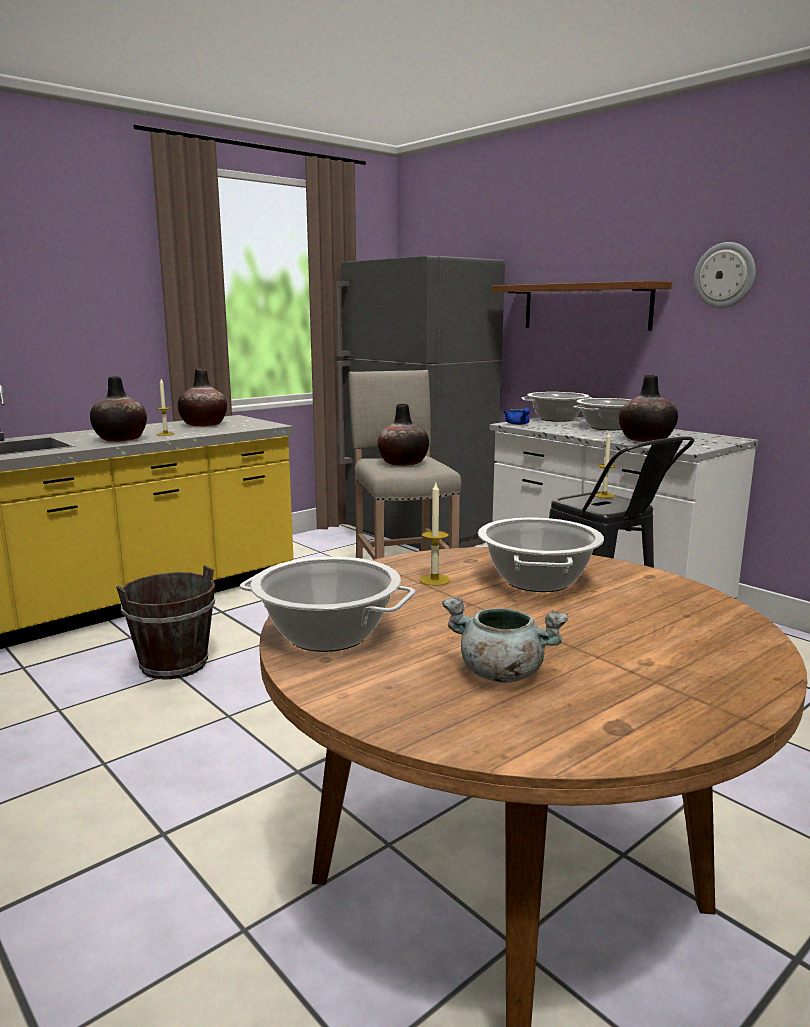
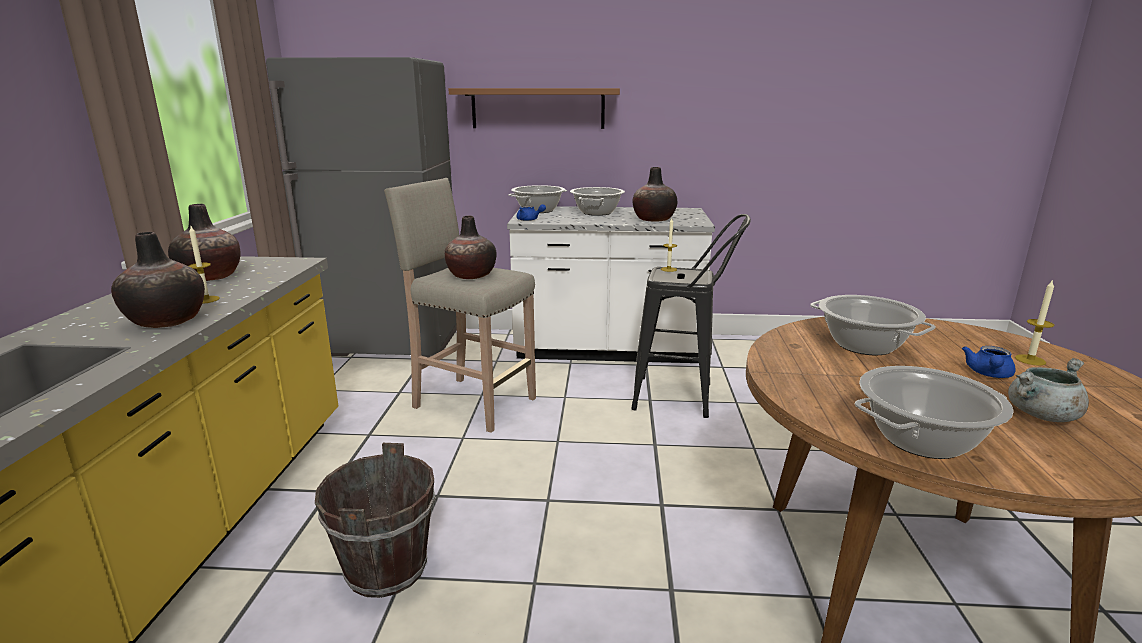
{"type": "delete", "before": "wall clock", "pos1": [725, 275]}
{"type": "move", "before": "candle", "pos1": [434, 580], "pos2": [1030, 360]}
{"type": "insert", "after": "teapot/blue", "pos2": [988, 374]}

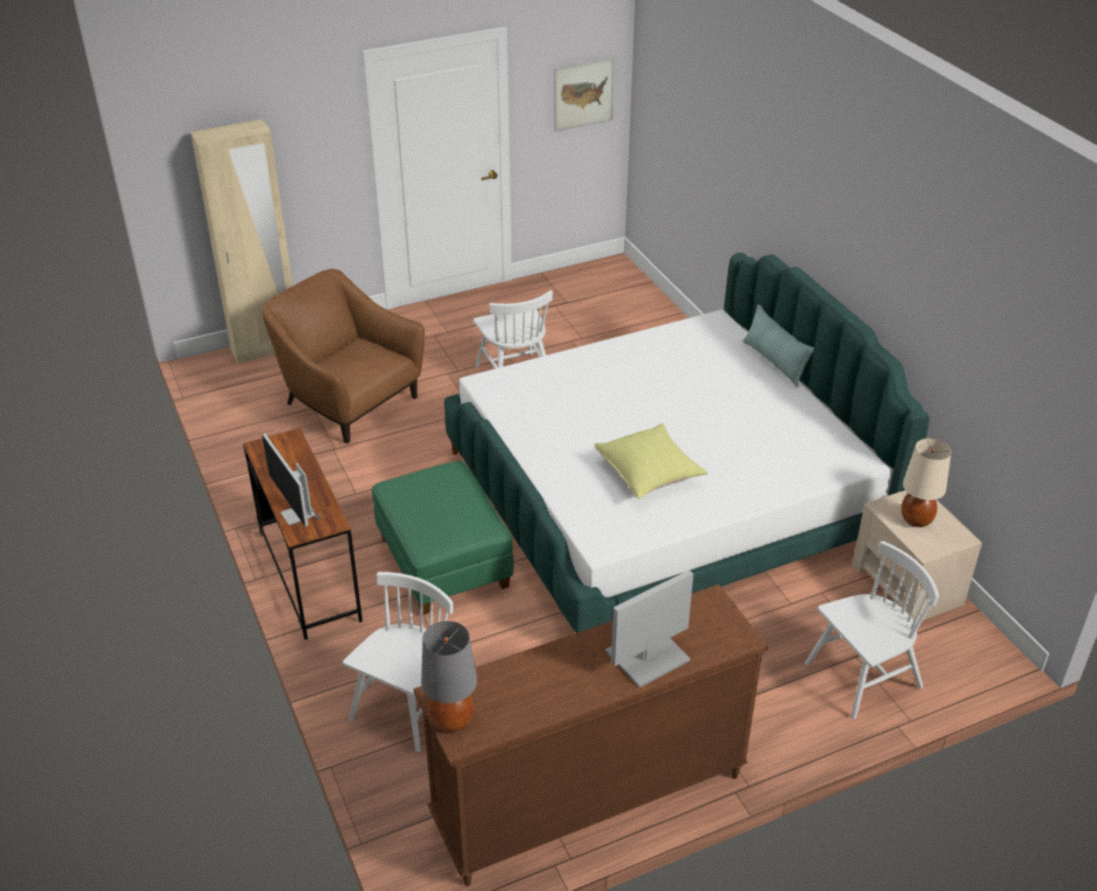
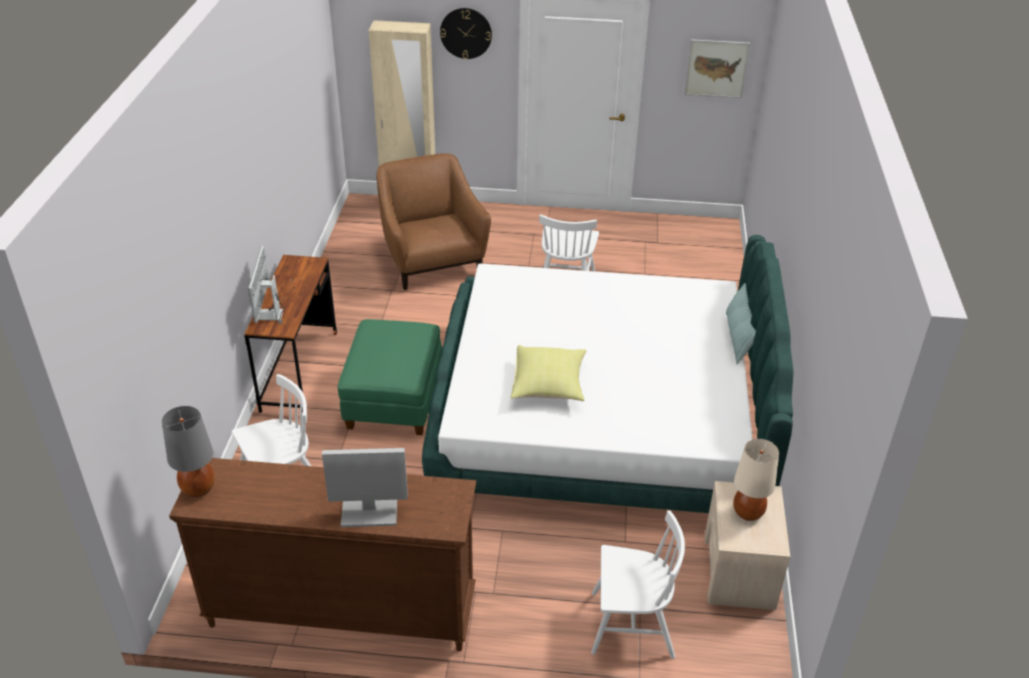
{"type": "insert", "after": "wall clock", "pos2": [466, 33]}

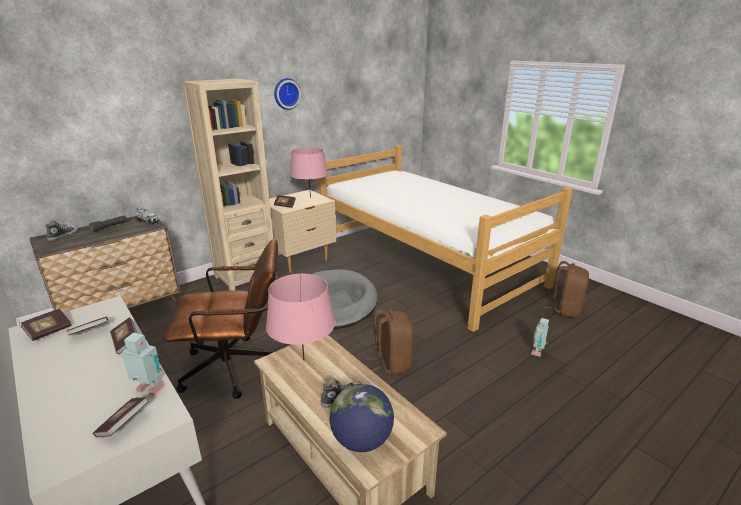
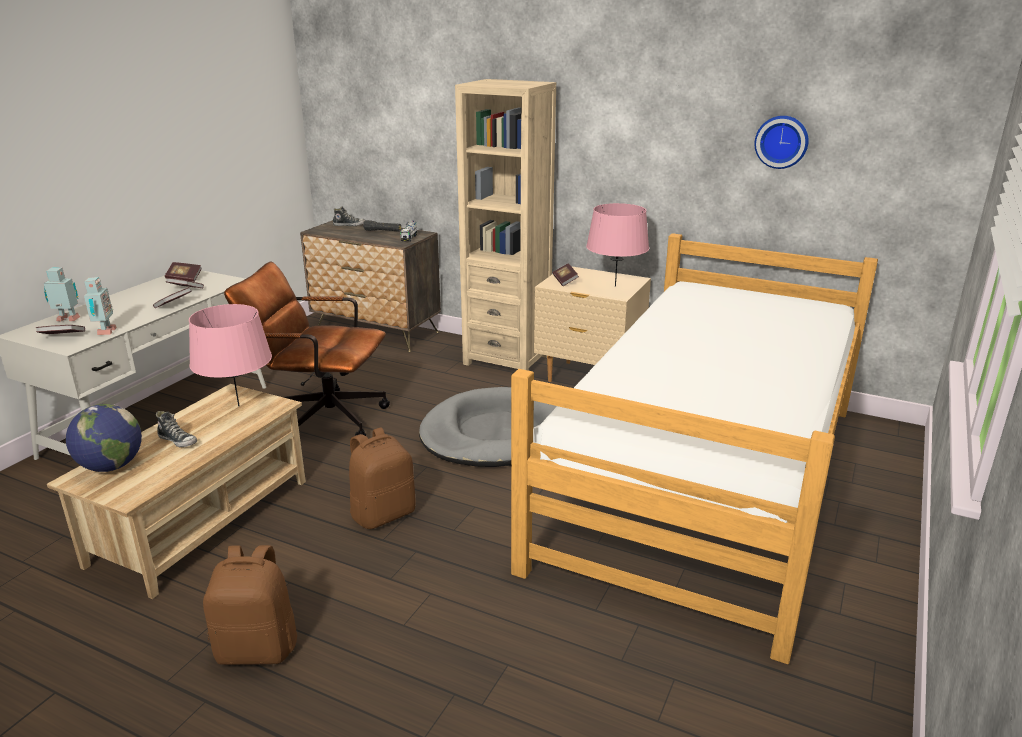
{"type": "move", "before": "wall clock", "pos1": [286, 94], "pos2": [781, 141]}
{"type": "rotate", "before": "office chair/brown", "pos1": [237, 367], "pos2": [320, 417], "turn": 135}
{"type": "move", "before": "backpack/brown", "pos1": [565, 309], "pos2": [258, 648]}
{"type": "move", "before": "toy robot", "pos1": [538, 352], "pos2": [68, 320]}

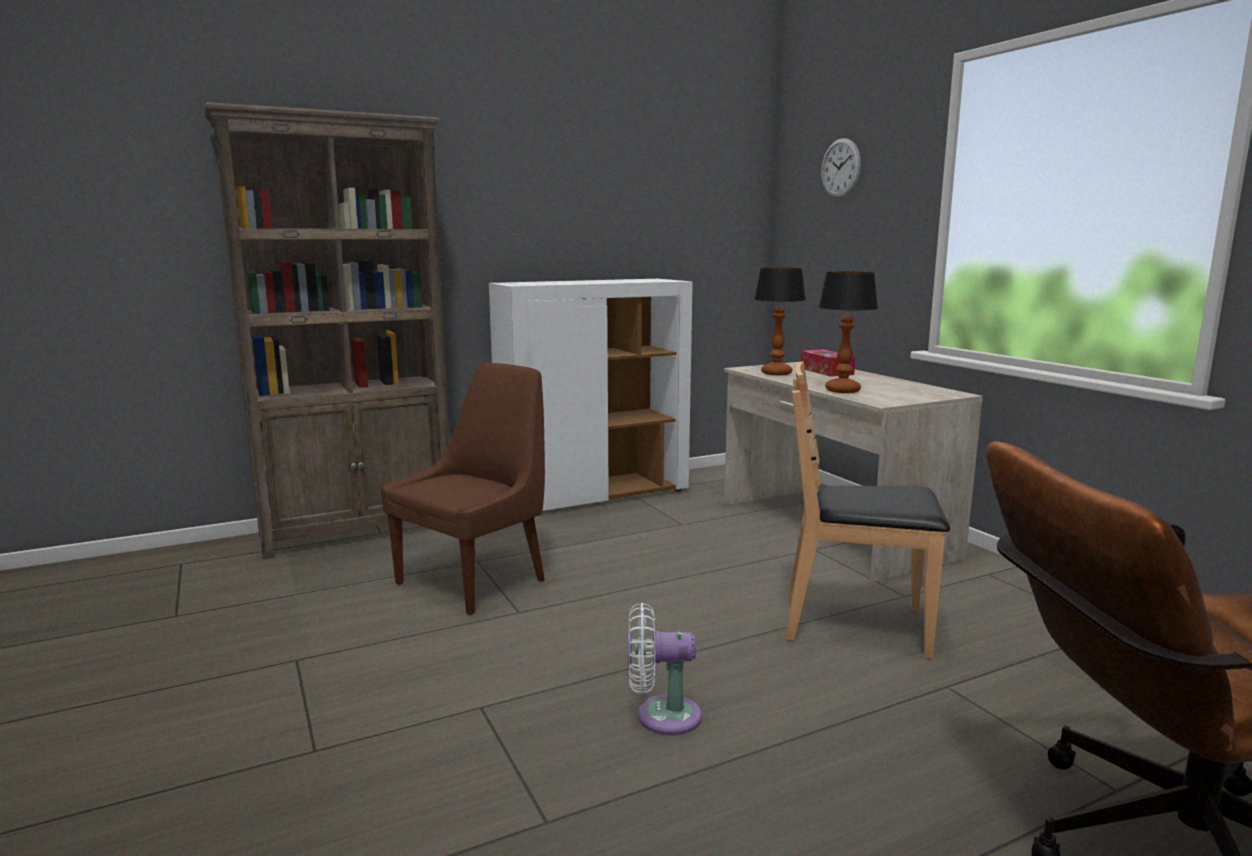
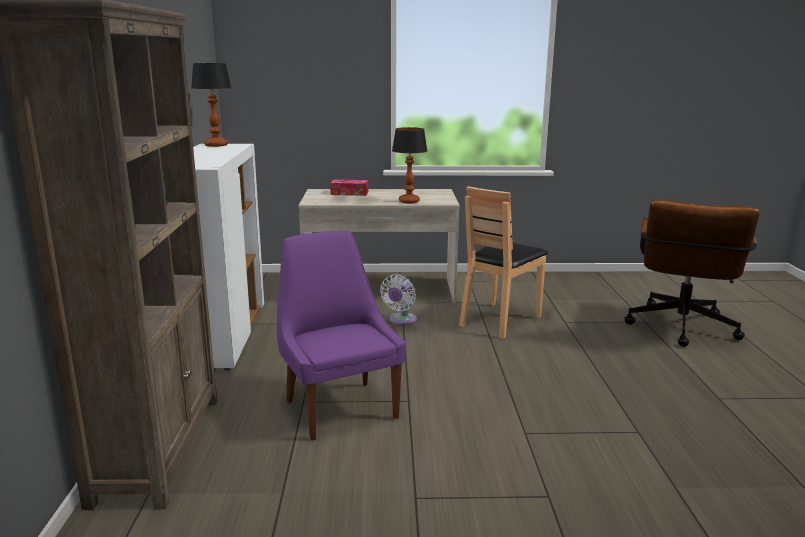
{"type": "delete", "before": "wall clock", "pos1": [840, 168]}
{"type": "move", "before": "table lamp", "pos1": [775, 373], "pos2": [215, 145]}
{"type": "recolor", "before": "chair/brown", "after": "chair/purple", "pos1": [475, 580], "pos2": [339, 407]}
{"type": "move", "before": "fan/white", "pos1": [661, 716], "pos2": [401, 321]}

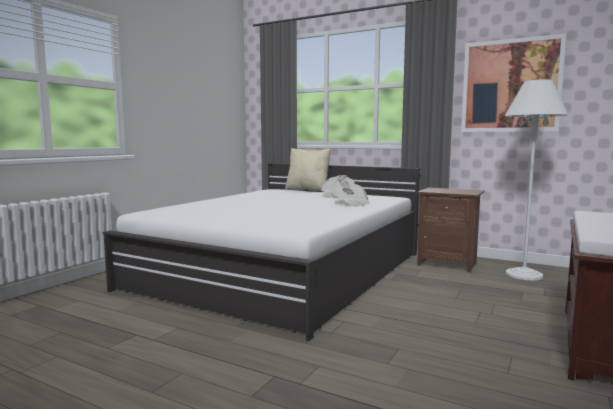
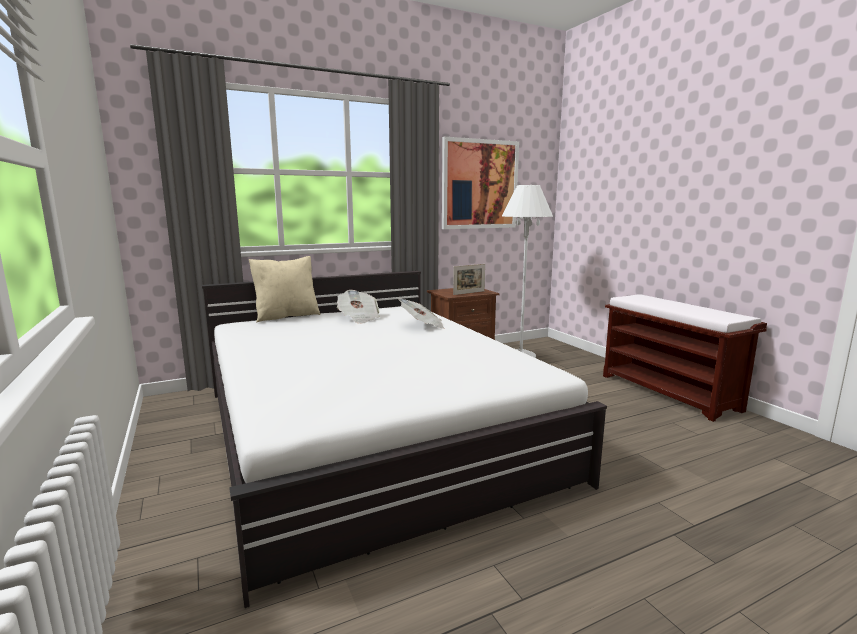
{"type": "insert", "after": "picture frame", "pos2": [469, 293]}

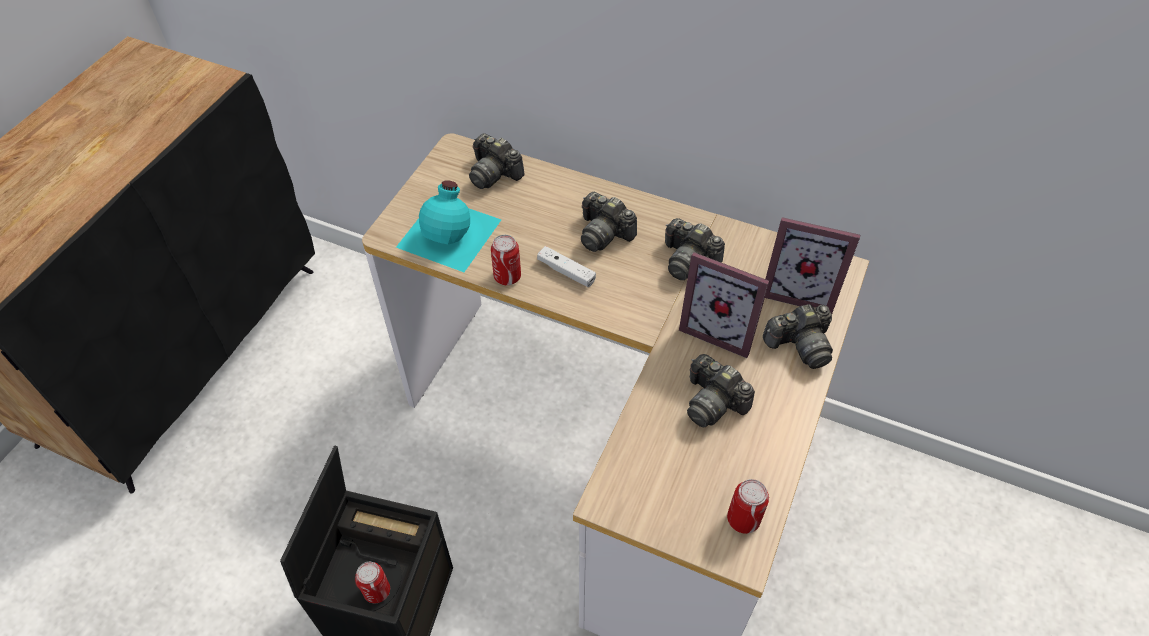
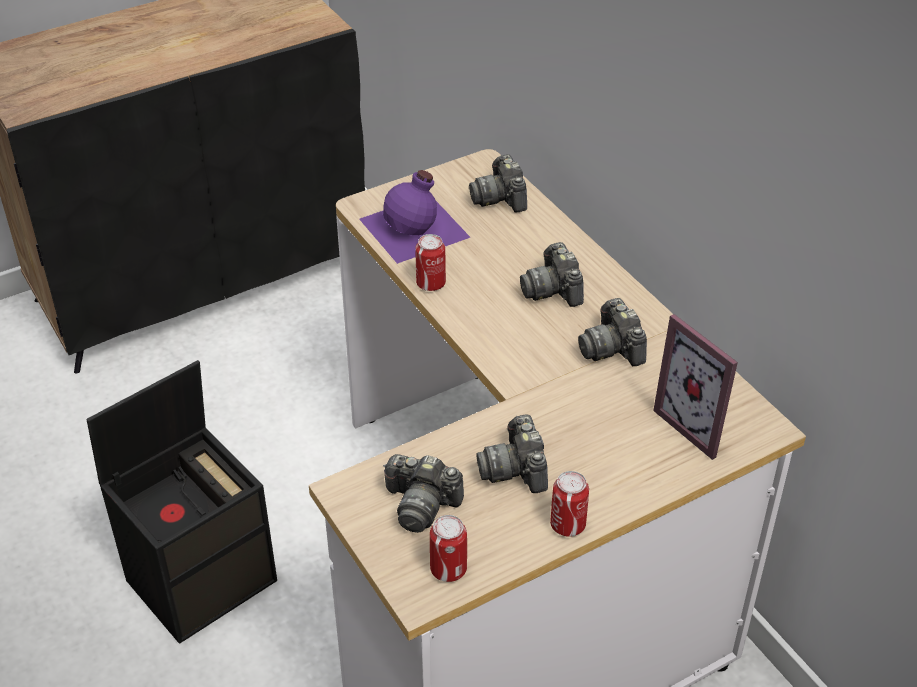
{"type": "recolor", "before": "bottle/turquoise", "after": "bottle/purple", "pos1": [451, 232], "pos2": [416, 228]}
{"type": "delete", "before": "game controller/white", "pos1": [566, 271]}
{"type": "delete", "before": "picture frame", "pos1": [720, 329]}
{"type": "move", "before": "photo camera", "pos1": [799, 345], "pos2": [421, 505]}
{"type": "move", "before": "can", "pos1": [377, 591], "pos2": [567, 525]}

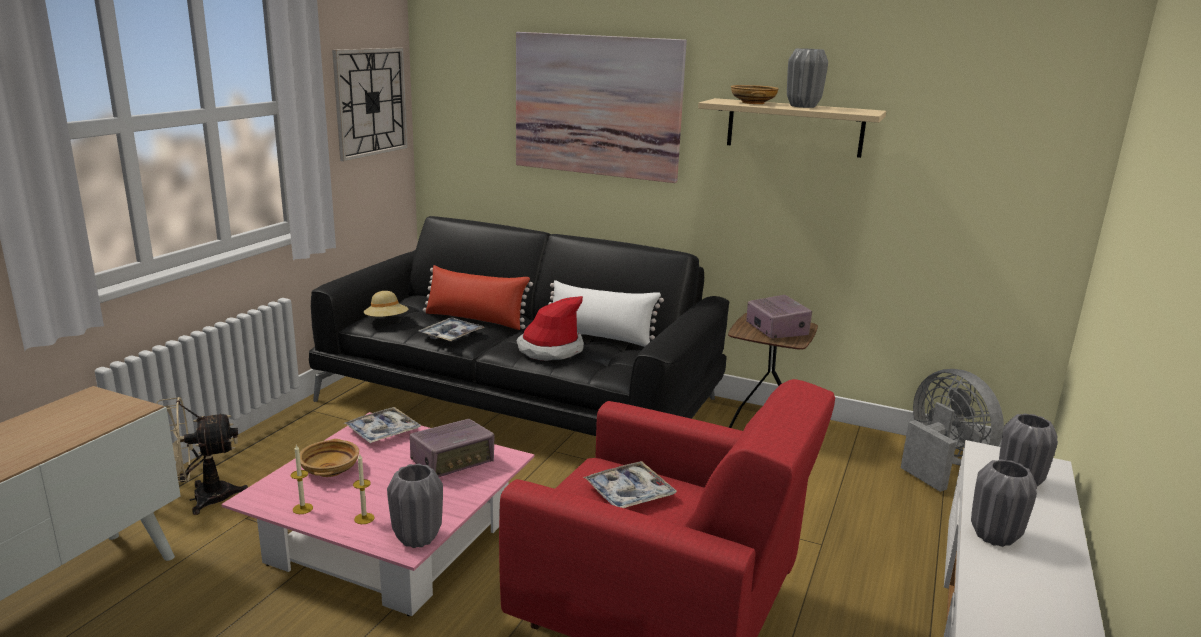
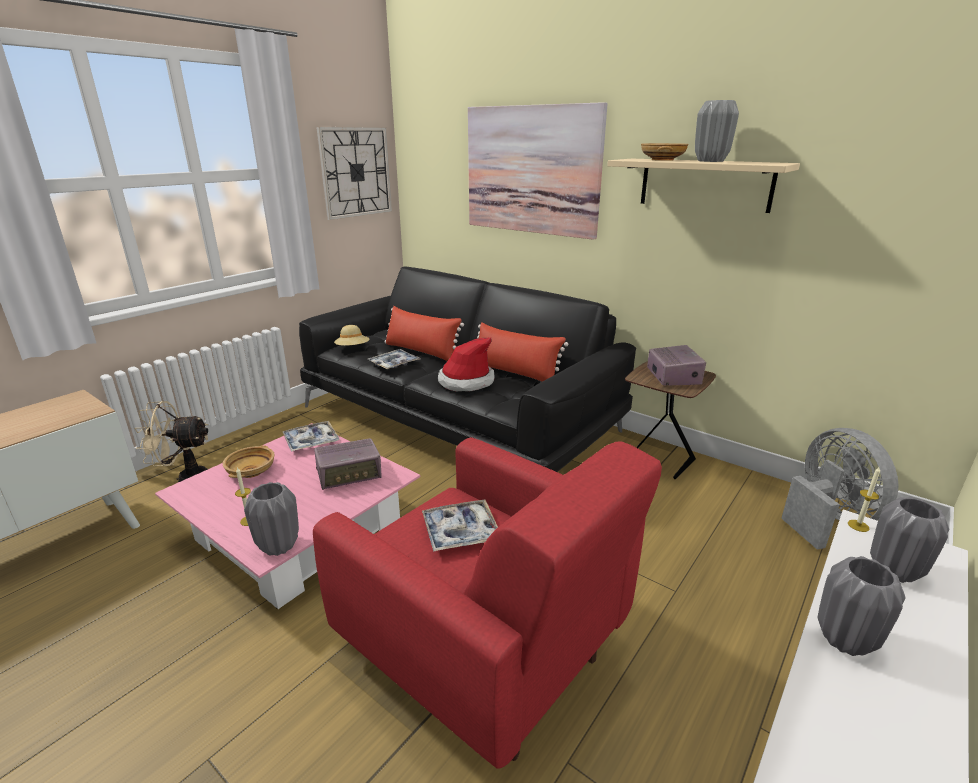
{"type": "recolor", "before": "pillow/white", "after": "pillow/red", "pos1": [600, 337], "pos2": [515, 373]}
{"type": "move", "before": "candle", "pos1": [302, 508], "pos2": [858, 525]}

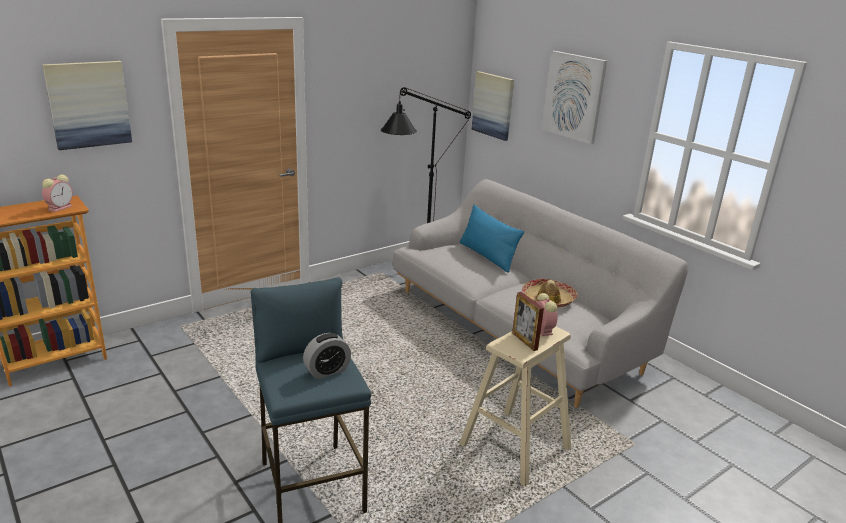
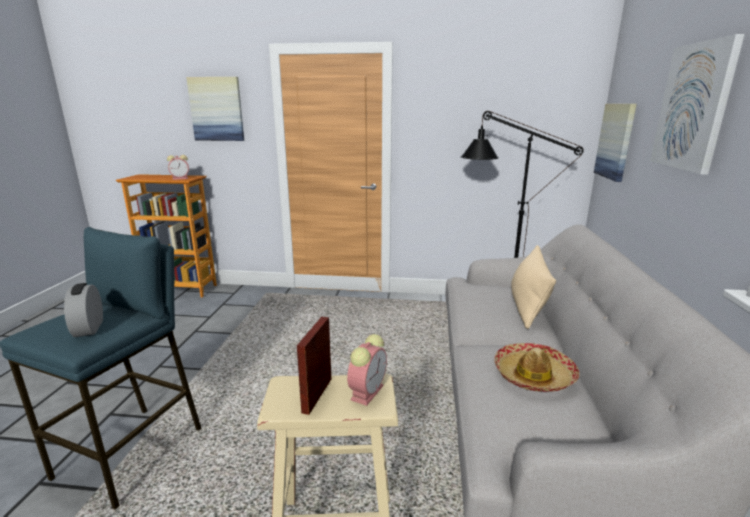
{"type": "recolor", "before": "pillow/blue", "after": "pillow/beige", "pos1": [487, 256], "pos2": [528, 306]}
{"type": "rotate", "before": "alarm clock", "pos1": [327, 371], "pos2": [89, 328], "turn": 60}

